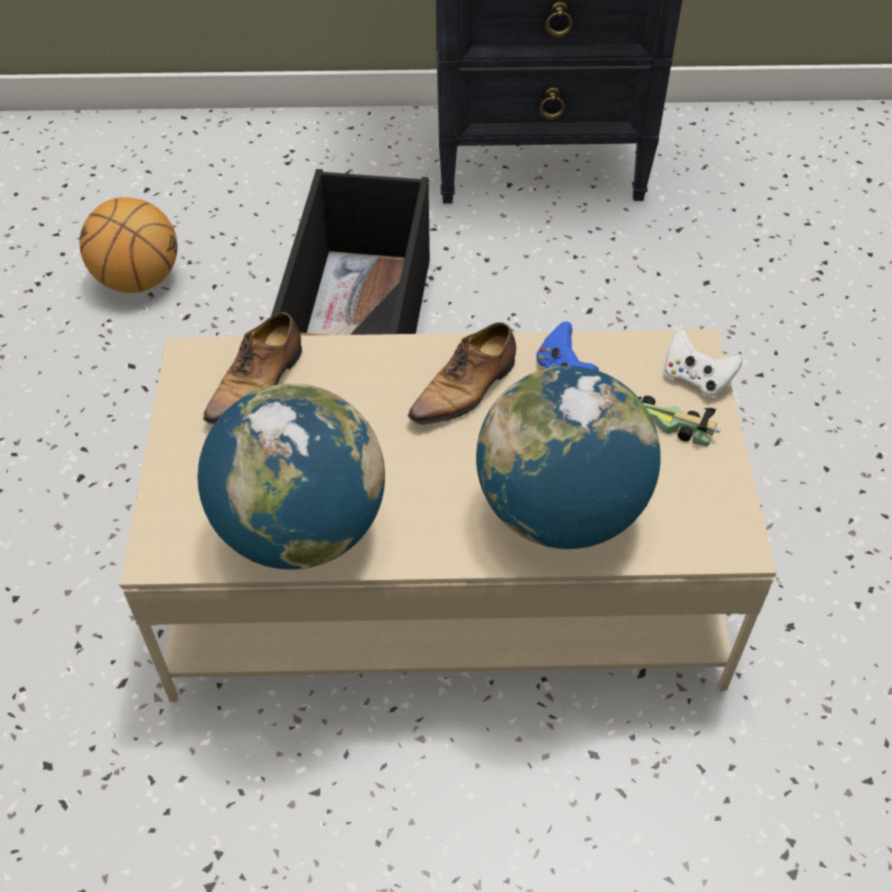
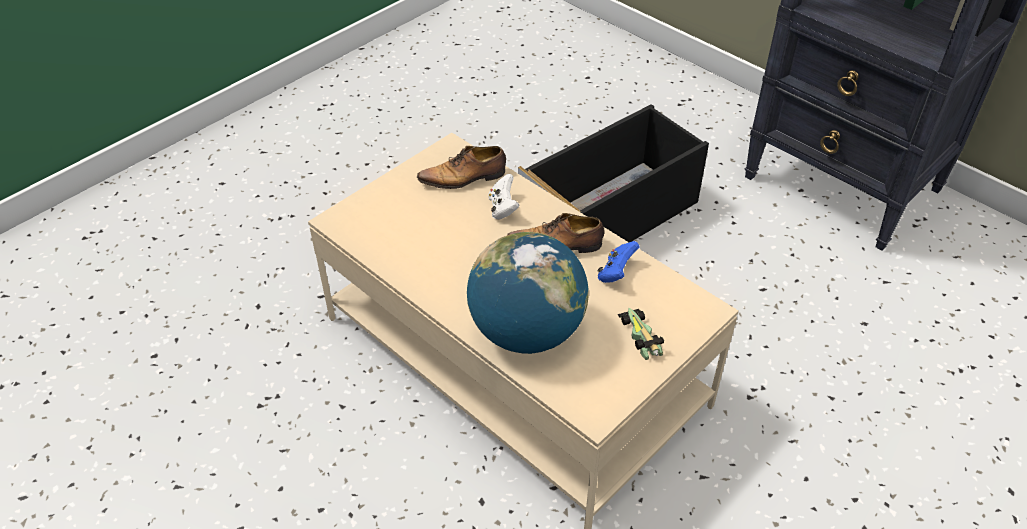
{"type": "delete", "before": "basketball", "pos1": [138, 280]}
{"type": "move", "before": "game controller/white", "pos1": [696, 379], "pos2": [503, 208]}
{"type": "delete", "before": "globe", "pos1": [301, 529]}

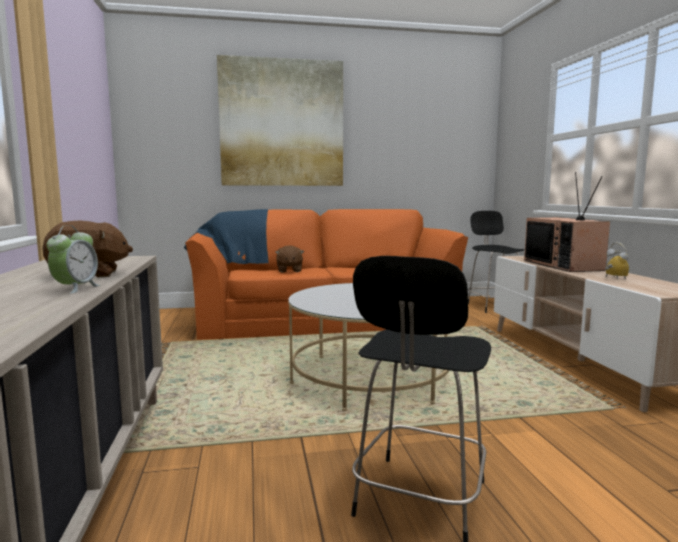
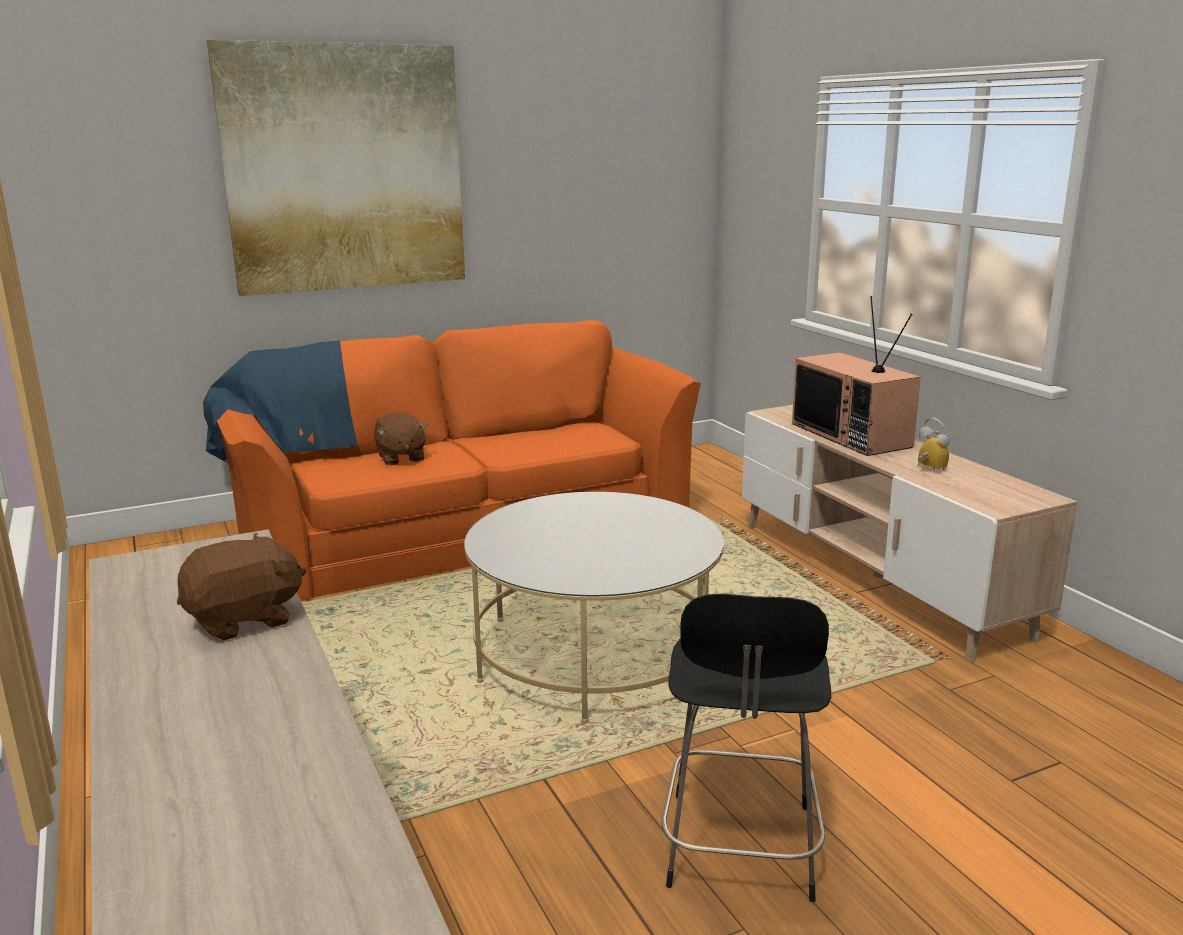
{"type": "delete", "before": "stool/black", "pos1": [493, 307]}
{"type": "delete", "before": "alarm clock", "pos1": [76, 288]}

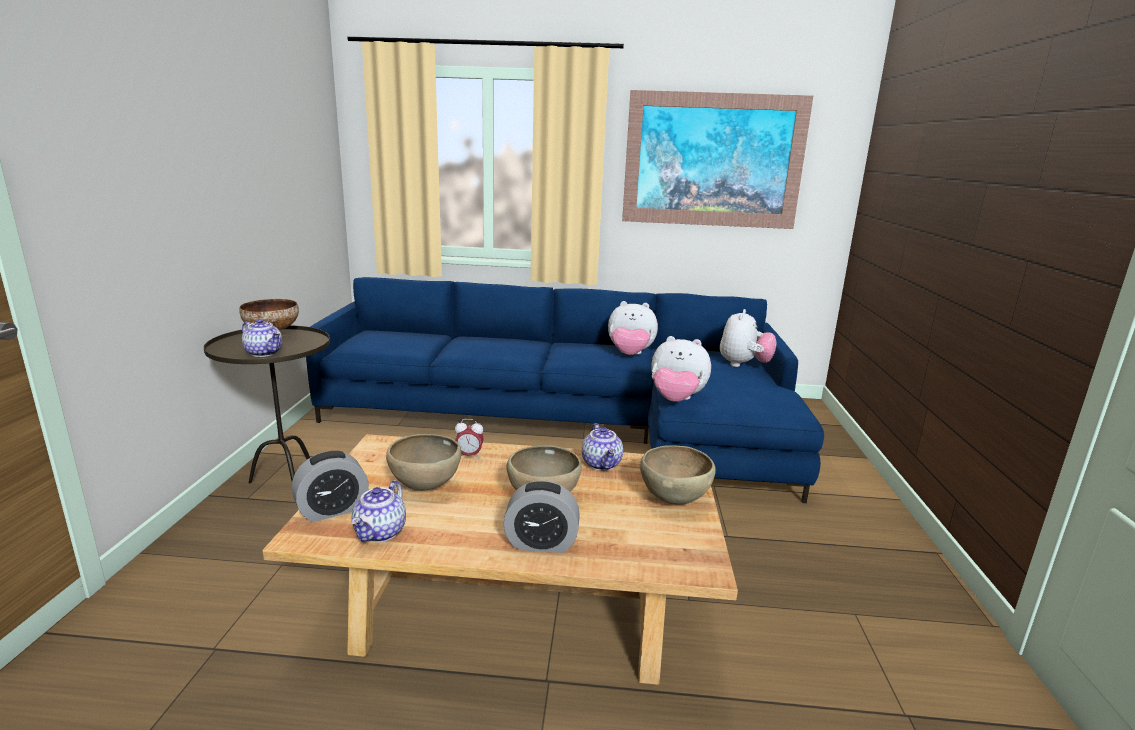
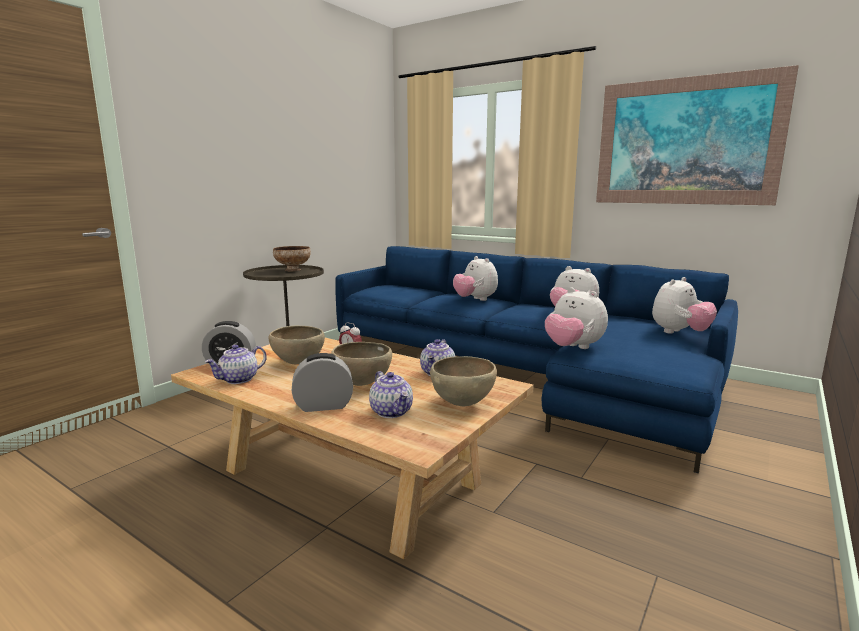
{"type": "move", "before": "teapot", "pos1": [264, 353], "pos2": [392, 412]}
{"type": "rotate", "before": "alarm clock", "pos1": [541, 543], "pos2": [323, 406], "turn": 135}
{"type": "insert", "after": "plush toy", "pos2": [475, 300]}

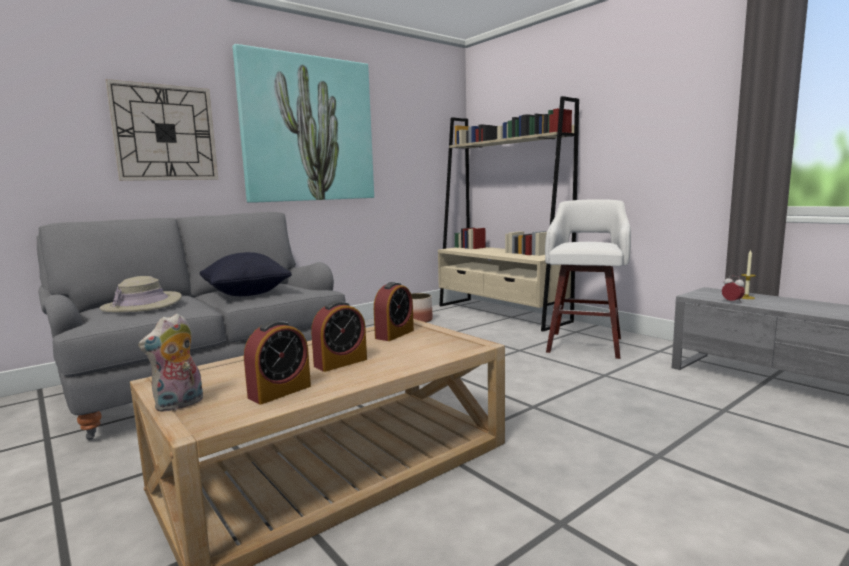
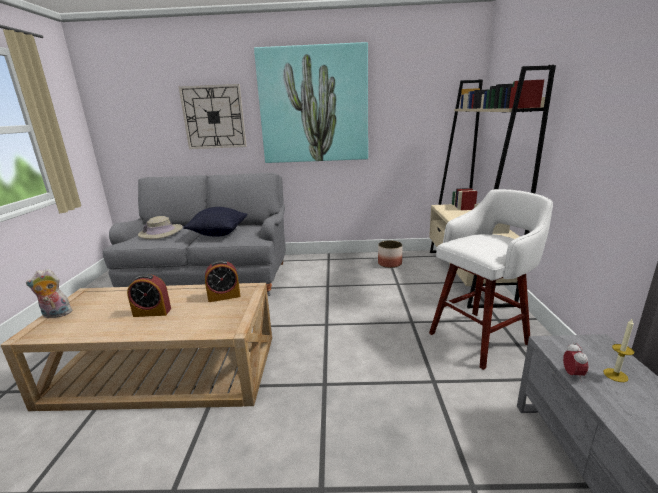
{"type": "delete", "before": "alarm clock", "pos1": [280, 392]}

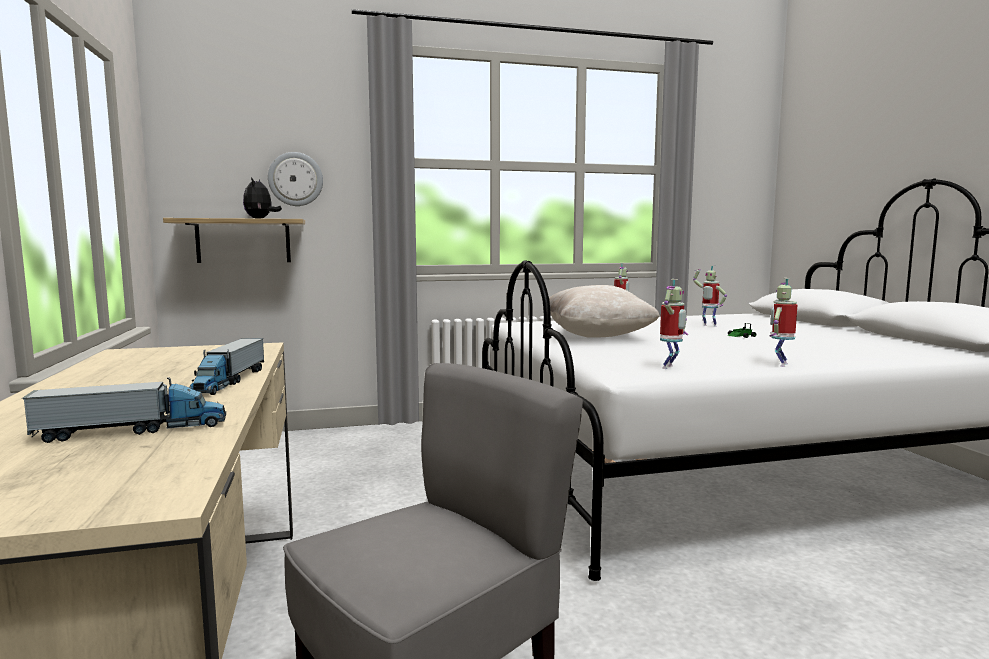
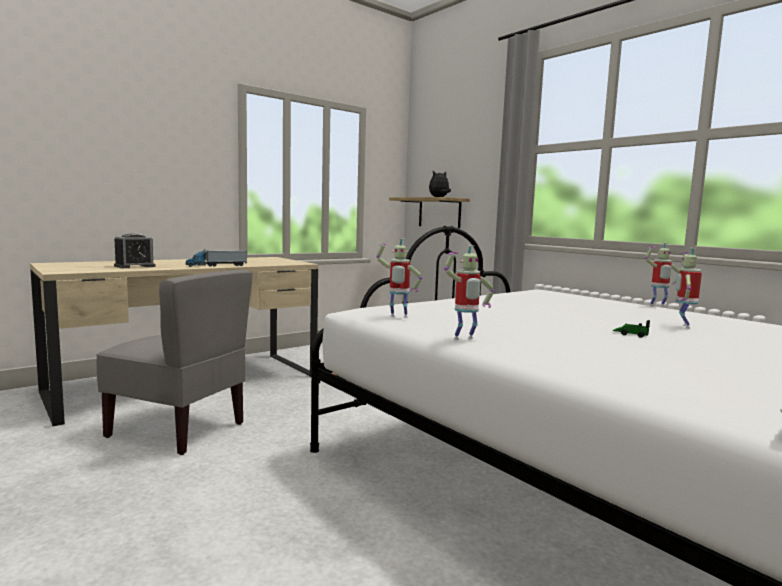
{"type": "delete", "before": "wall clock", "pos1": [295, 179]}
{"type": "rotate", "before": "toy robot", "pos1": [780, 364], "pos2": [464, 339], "turn": 150}
{"type": "delete", "before": "pillow/beige", "pos1": [597, 336]}
{"type": "replace", "before": "toy truck", "after": "alarm clock", "pos1": [133, 430], "pos2": [134, 266]}

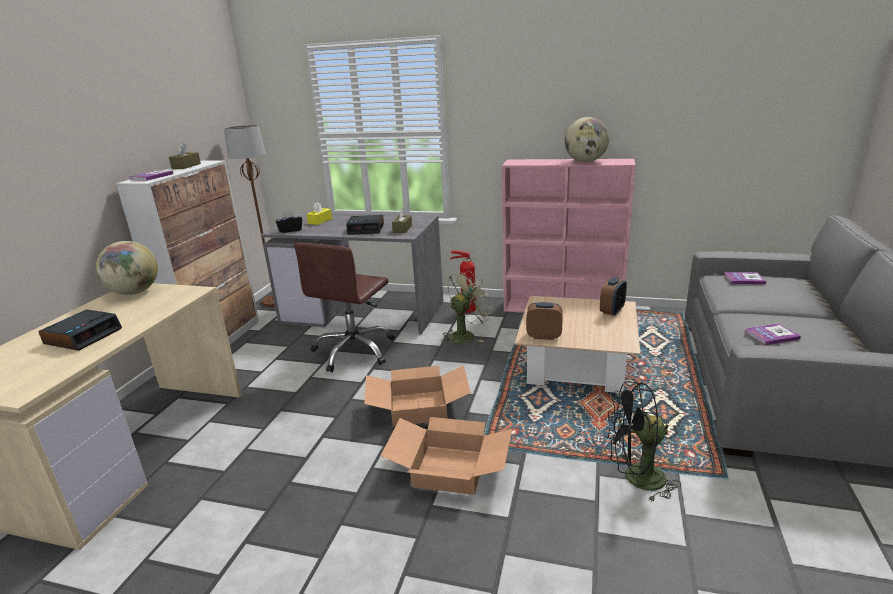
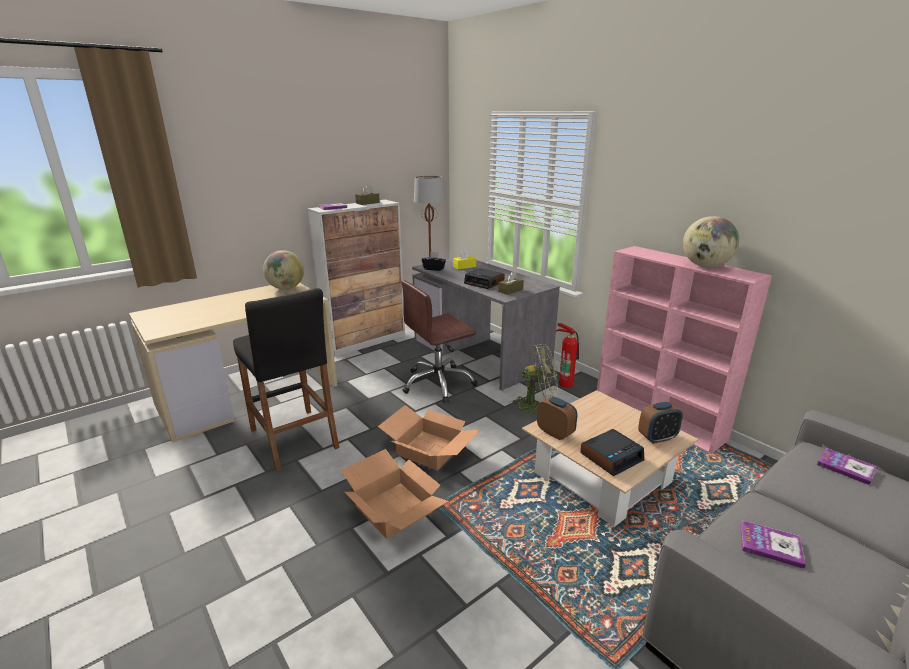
{"type": "move", "before": "alarm clock", "pos1": [84, 336], "pos2": [611, 457]}
{"type": "delete", "before": "fan/black", "pos1": [636, 479]}
{"type": "insert", "after": "stool/black", "pos2": [294, 439]}

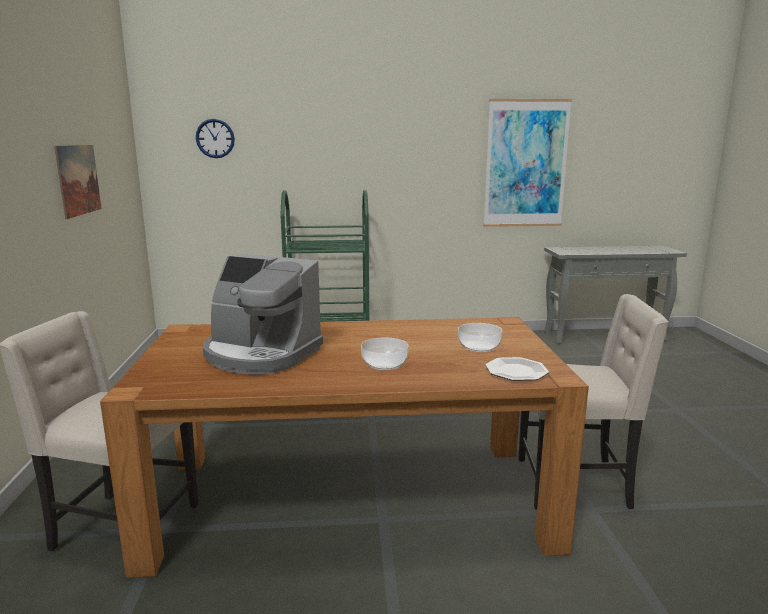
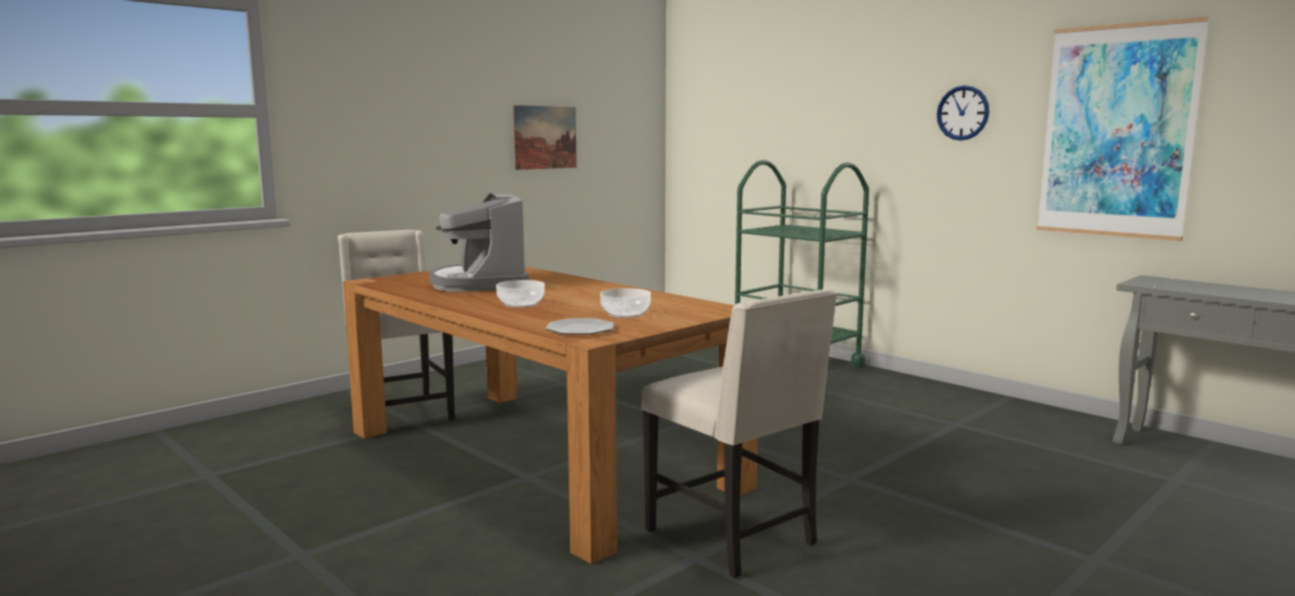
{"type": "move", "before": "wall clock", "pos1": [215, 138], "pos2": [962, 113]}

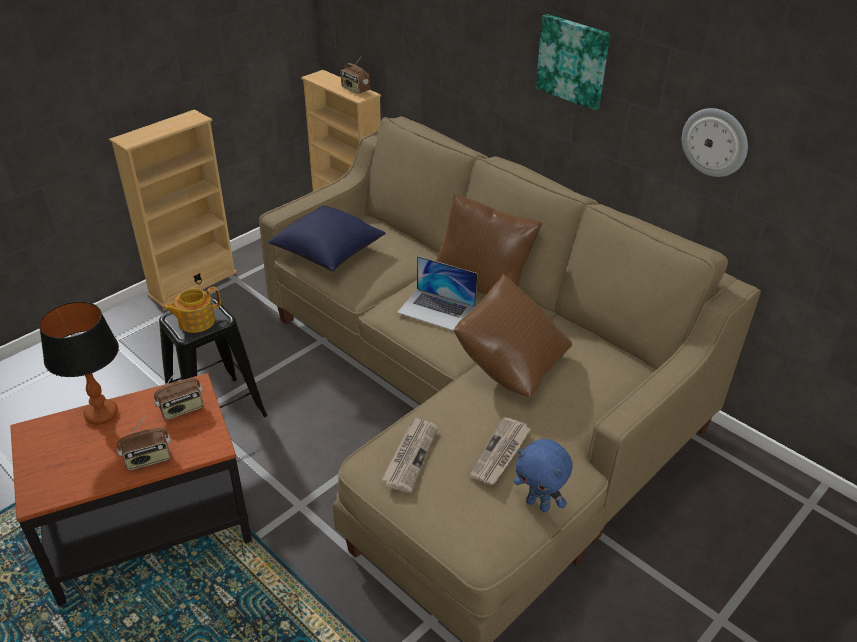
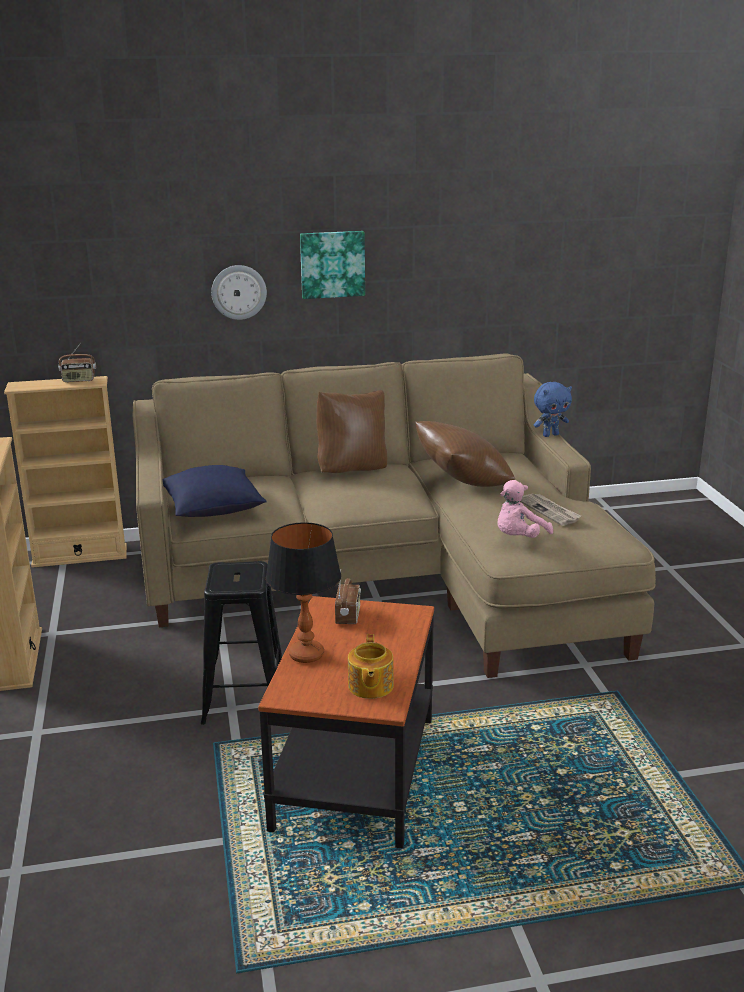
{"type": "move", "before": "wall clock", "pos1": [715, 142], "pos2": [239, 292]}
{"type": "delete", "before": "laptop", "pos1": [436, 309]}
{"type": "move", "before": "teapot", "pos1": [195, 321], "pos2": [370, 686]}
{"type": "delete", "before": "radio", "pos1": [148, 459]}
{"type": "replace", "before": "newspaper", "after": "plush toy/pink", "pos1": [410, 455], "pos2": [519, 538]}
{"type": "move", "before": "plush toy/blue", "pos1": [539, 504], "pos2": [550, 435]}

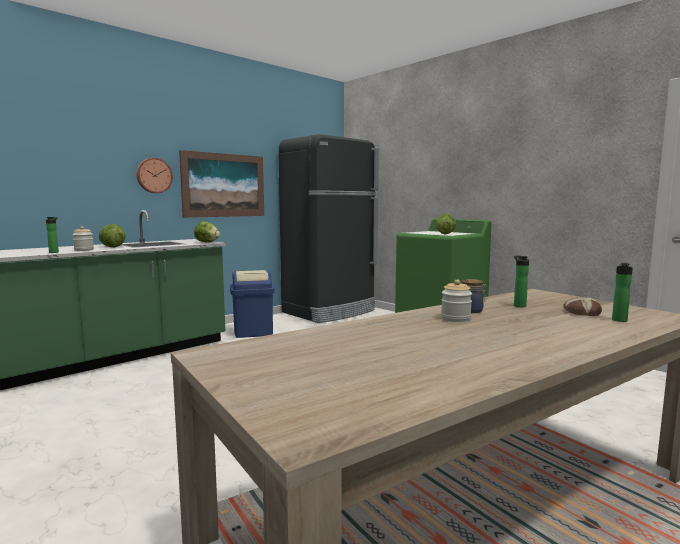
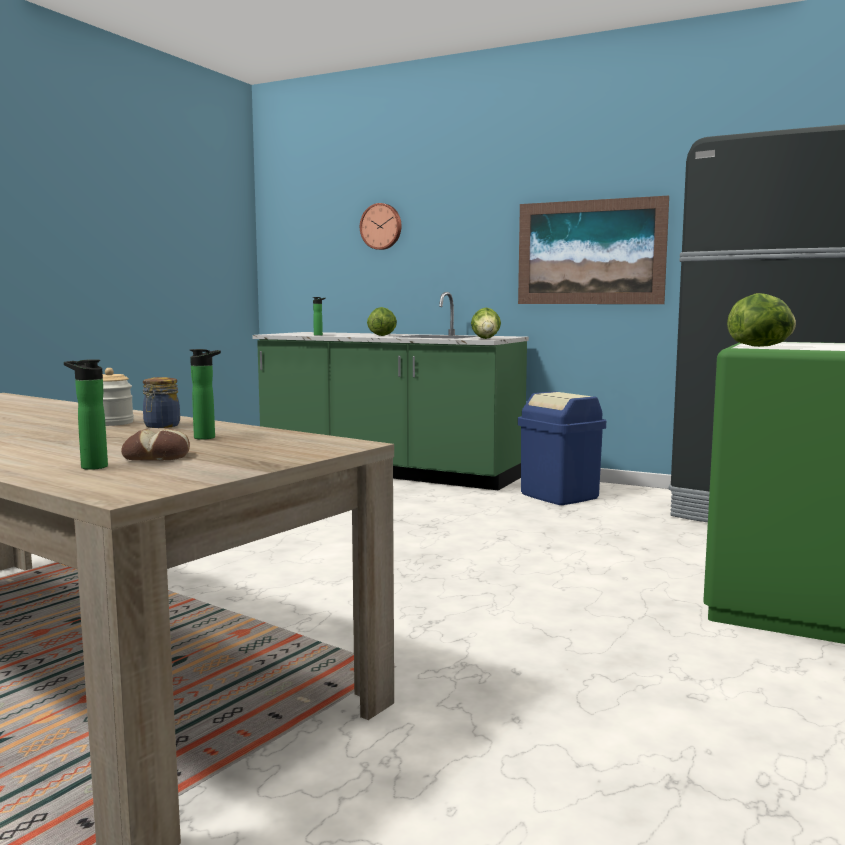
{"type": "move", "before": "wall clock", "pos1": [154, 175], "pos2": [381, 226]}
{"type": "delete", "before": "jar", "pos1": [84, 250]}

